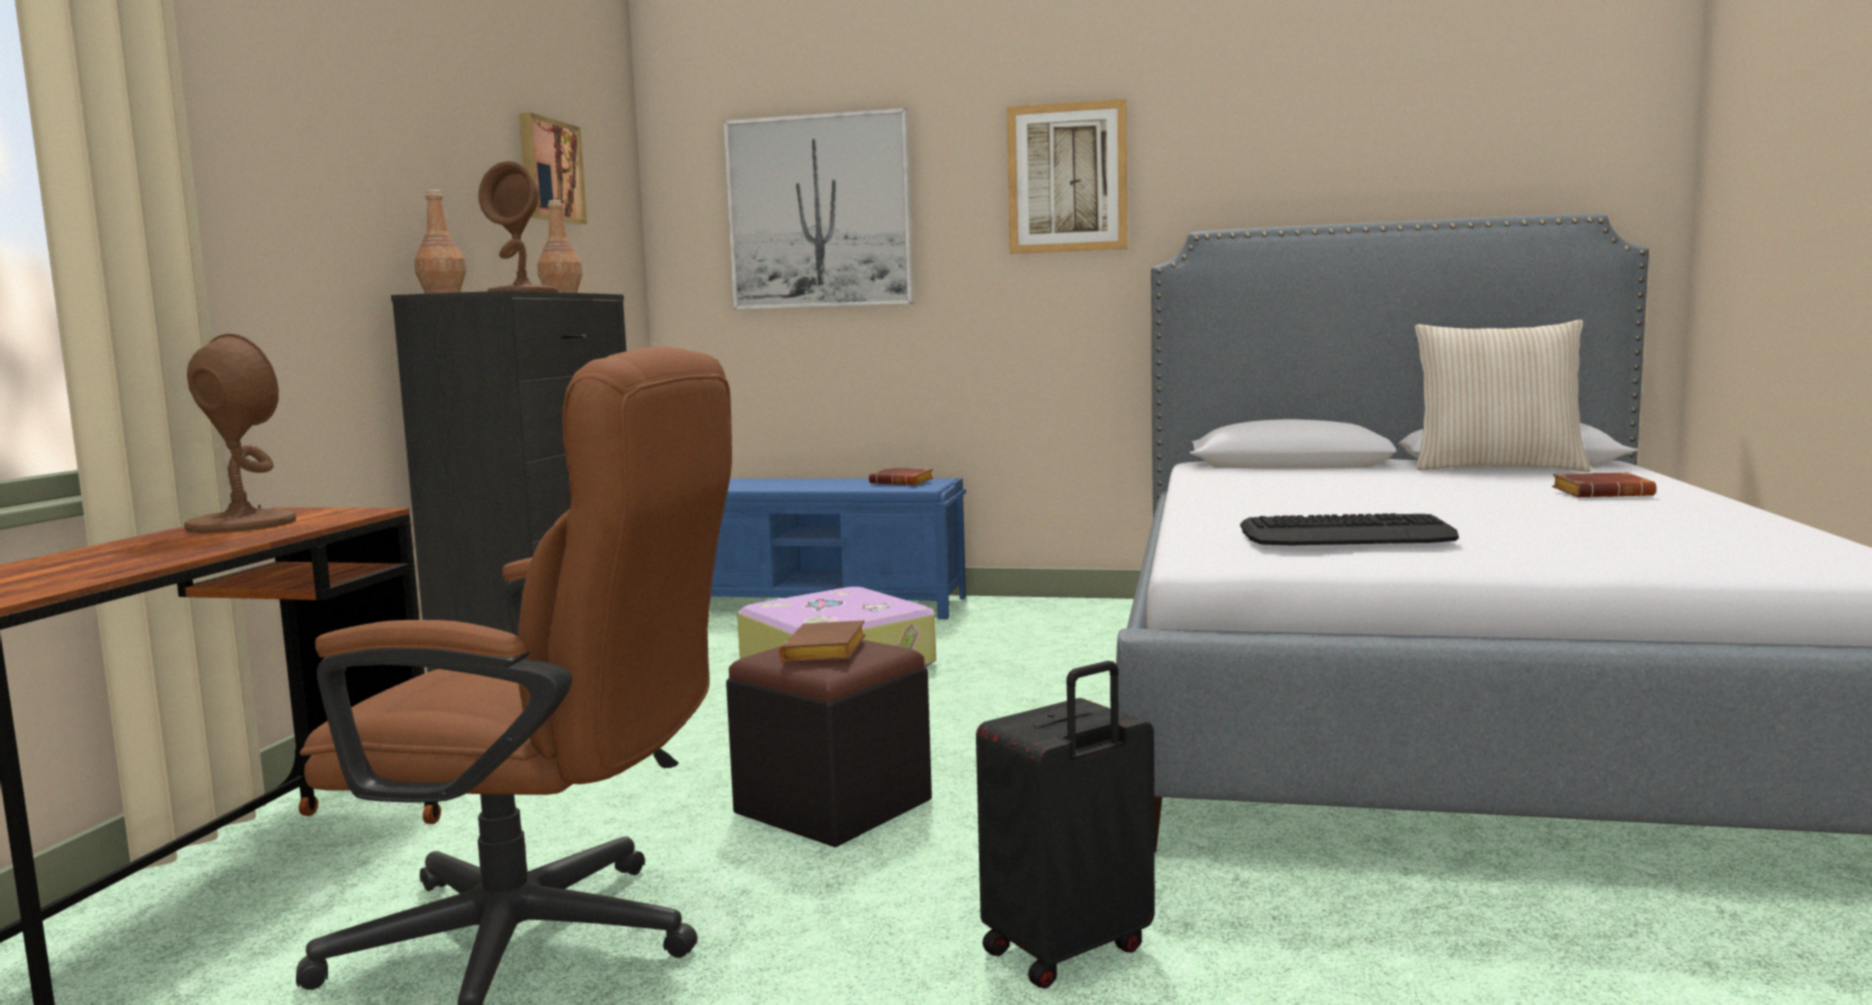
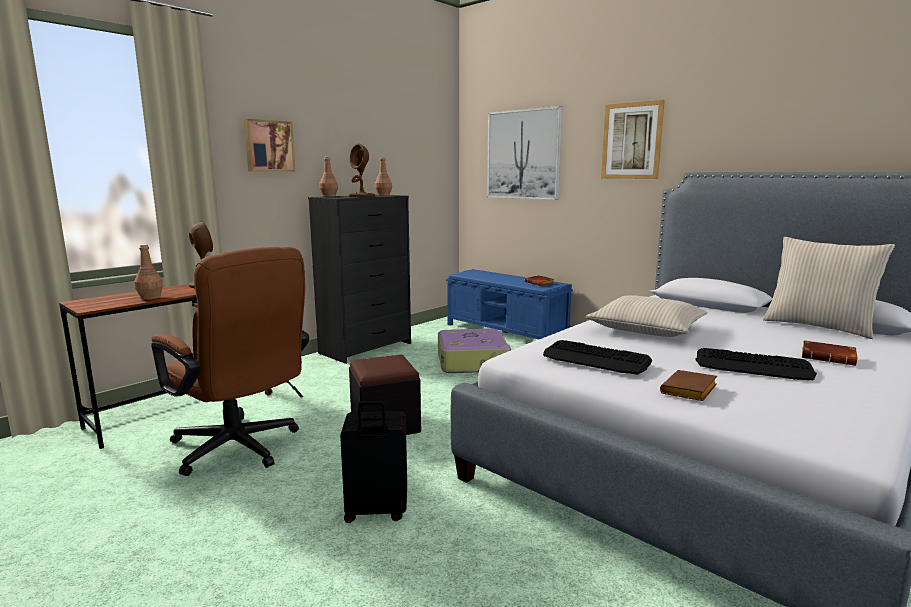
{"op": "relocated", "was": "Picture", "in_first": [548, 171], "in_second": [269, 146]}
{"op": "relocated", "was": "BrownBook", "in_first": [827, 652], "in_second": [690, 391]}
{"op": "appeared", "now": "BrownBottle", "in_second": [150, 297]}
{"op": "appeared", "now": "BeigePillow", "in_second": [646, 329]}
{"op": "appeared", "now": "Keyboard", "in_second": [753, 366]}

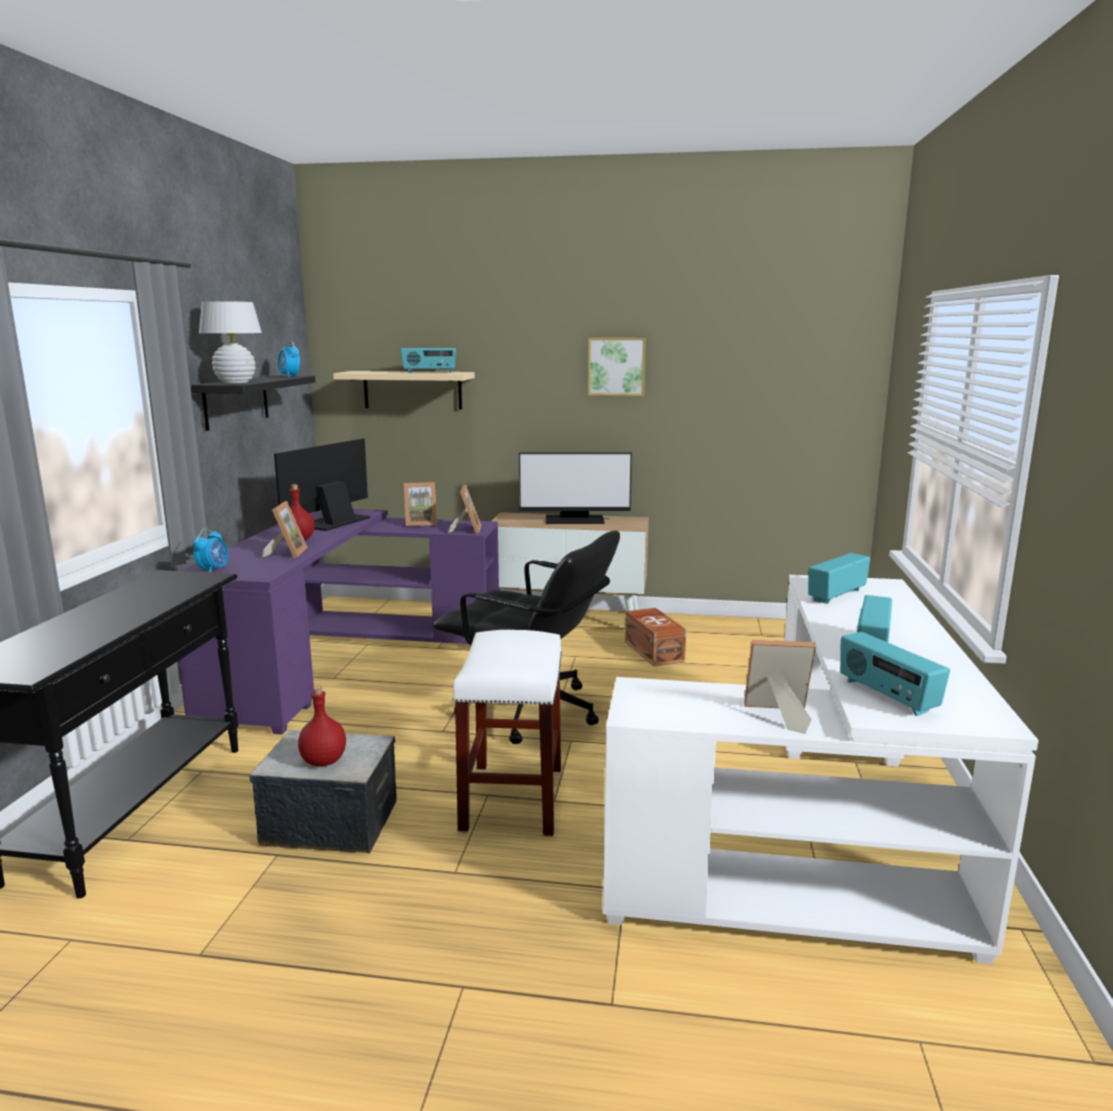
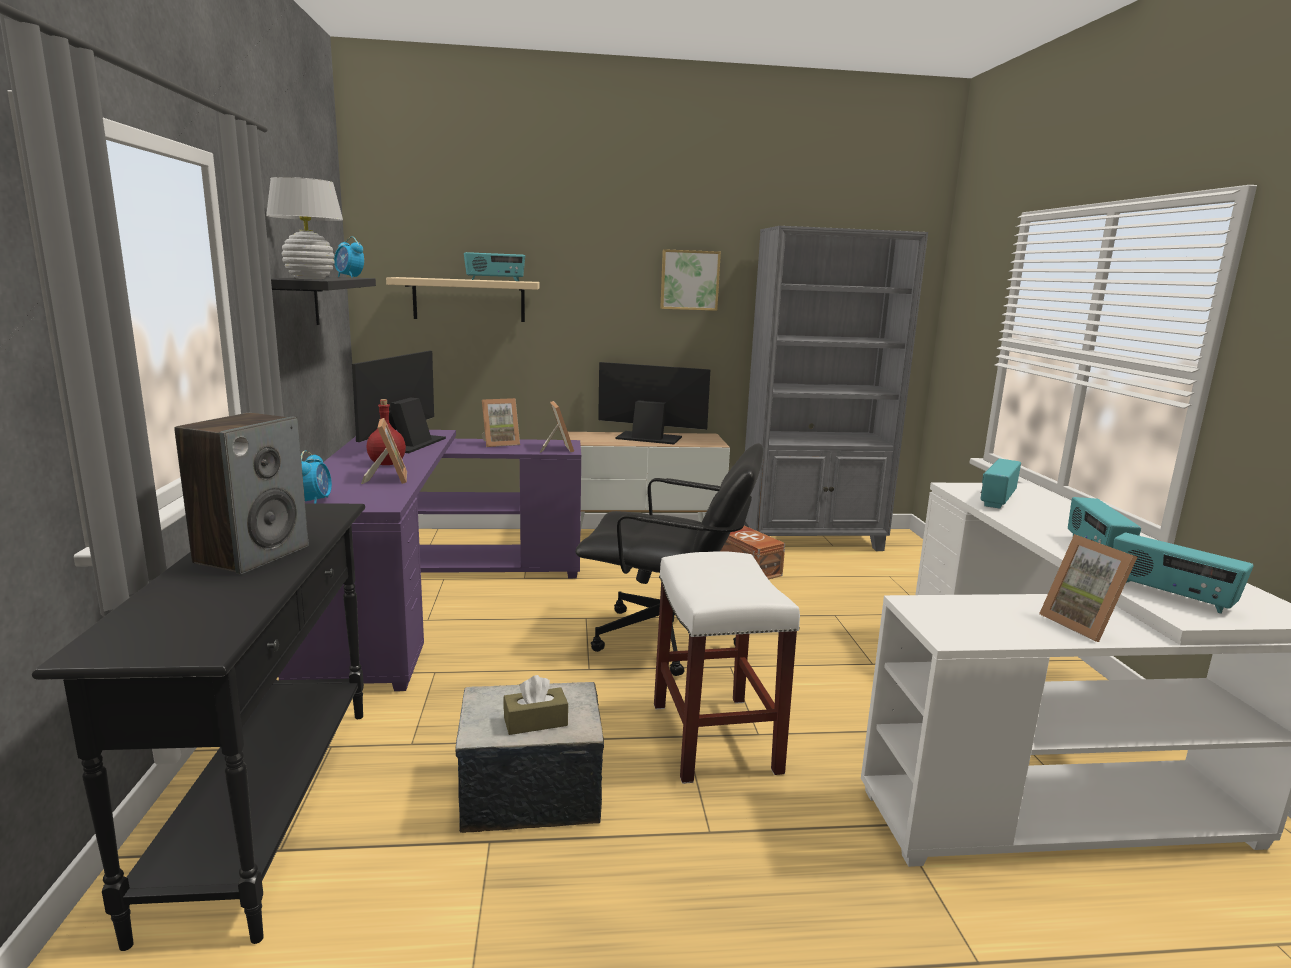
{"op": "spun", "was": "Monitor", "in_first": [574, 520], "in_second": [649, 438], "clockwise": -150}
{"op": "spun", "was": "PictureFrame", "in_first": [777, 716], "in_second": [1084, 625], "clockwise": -105}
{"op": "exchanged", "was": "RedBottle", "now": "BrownTissueBox", "in_first": [323, 762], "in_second": [535, 722]}
{"op": "appeared", "now": "GreyBookcase", "in_second": [812, 540]}
{"op": "appeared", "now": "Speaker", "in_second": [252, 554]}

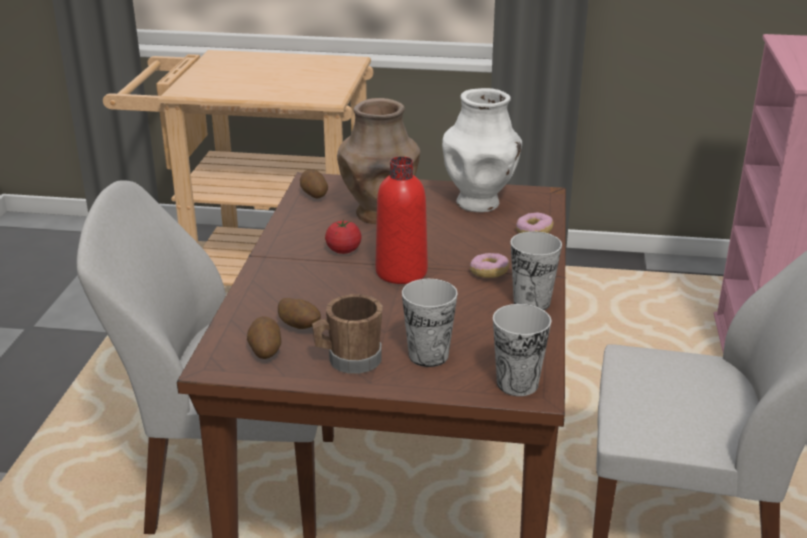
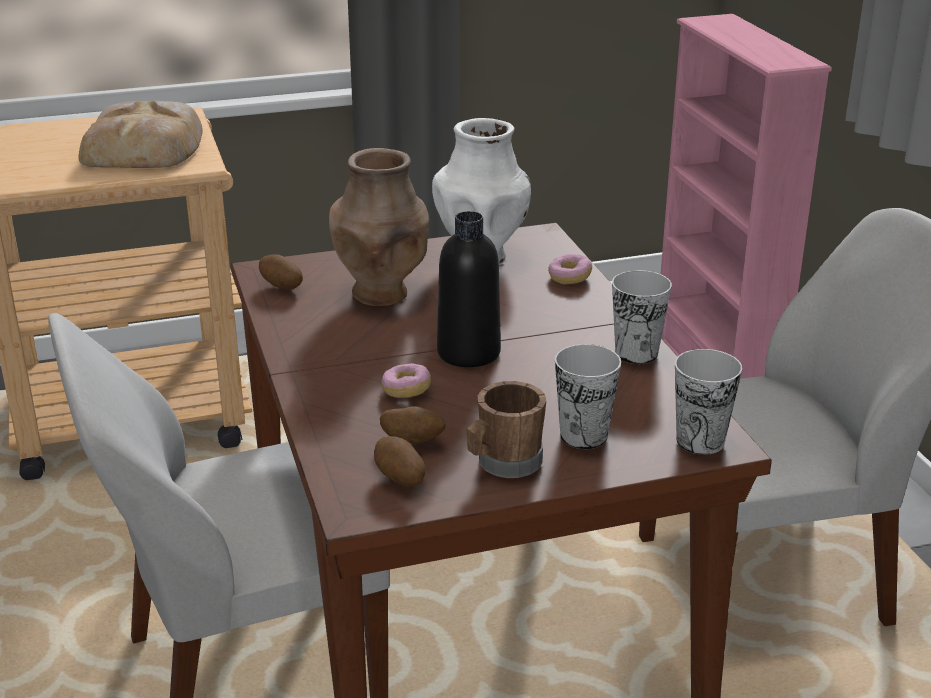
{"op": "colour", "was": "RedBottle", "now": "BlackBottle", "in_first": [401, 272], "in_second": [468, 353]}
{"op": "missing", "was": "Tomato", "in_first": [343, 250]}
{"op": "relocated", "was": "Donut", "in_first": [489, 273], "in_second": [406, 390]}
{"op": "appeared", "now": "Bread", "in_second": [145, 148]}

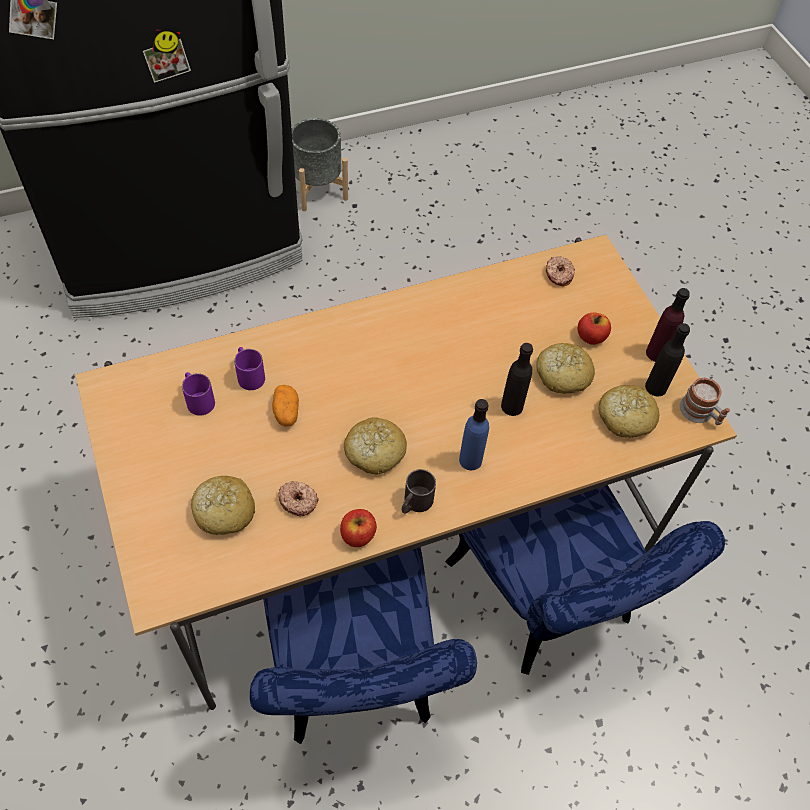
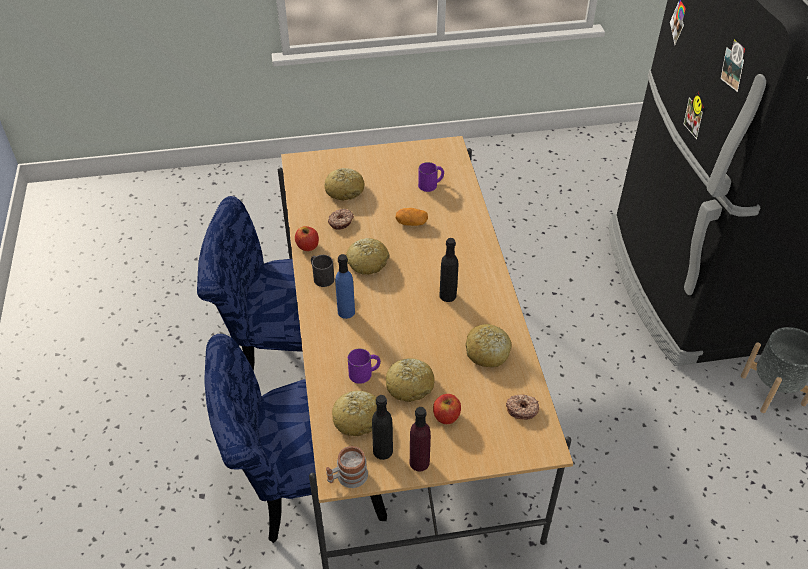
{"op": "relocated", "was": "BlackBottle", "in_first": [512, 406], "in_second": [448, 295]}
{"op": "relocated", "was": "PurpleMug", "in_first": [249, 374], "in_second": [365, 373]}
{"op": "appeared", "now": "Bread", "in_second": [487, 352]}

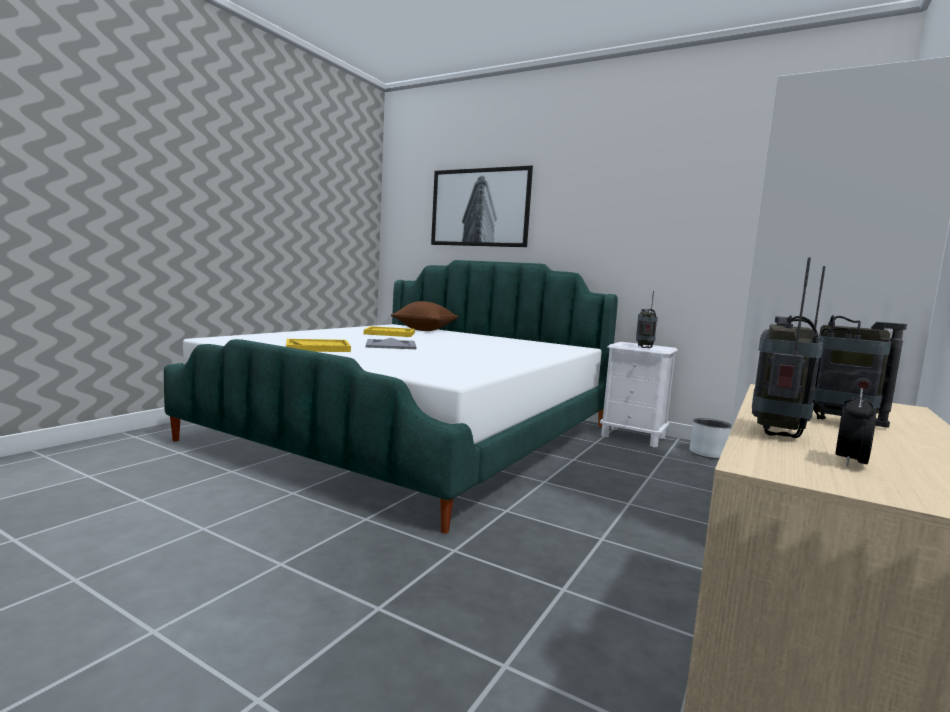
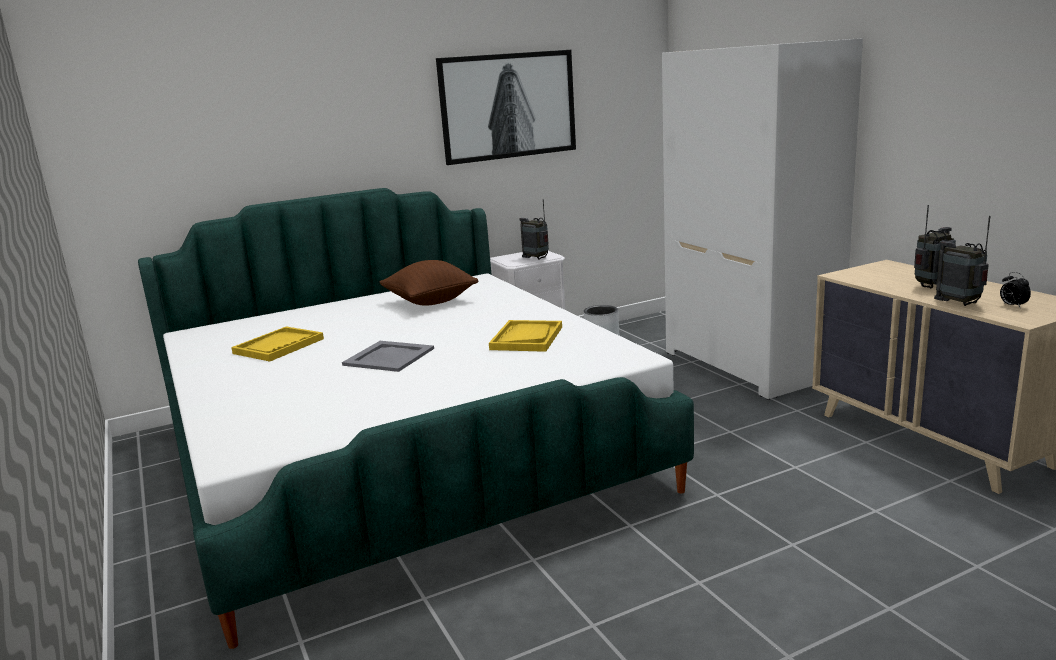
{"op": "relocated", "was": "Picture", "in_first": [479, 207], "in_second": [508, 106]}
{"op": "relocated", "was": "BrownPillow", "in_first": [424, 330], "in_second": [430, 302]}
{"op": "relocated", "was": "YellowTray", "in_first": [318, 348], "in_second": [526, 338]}

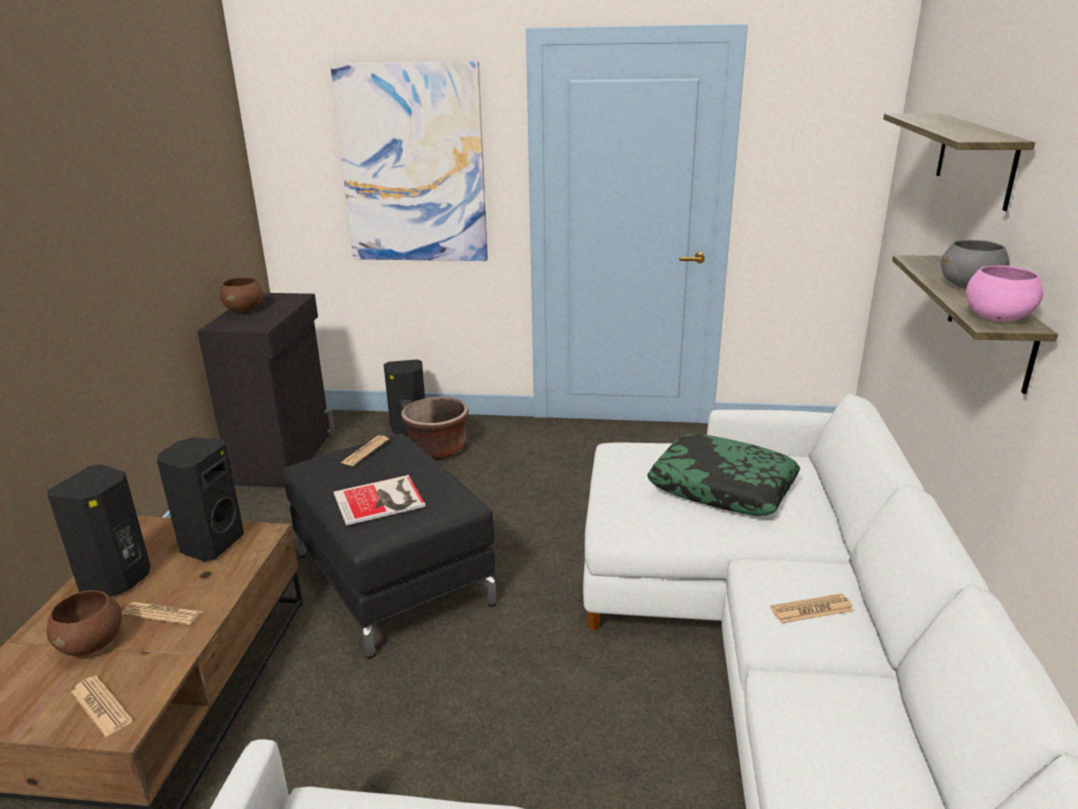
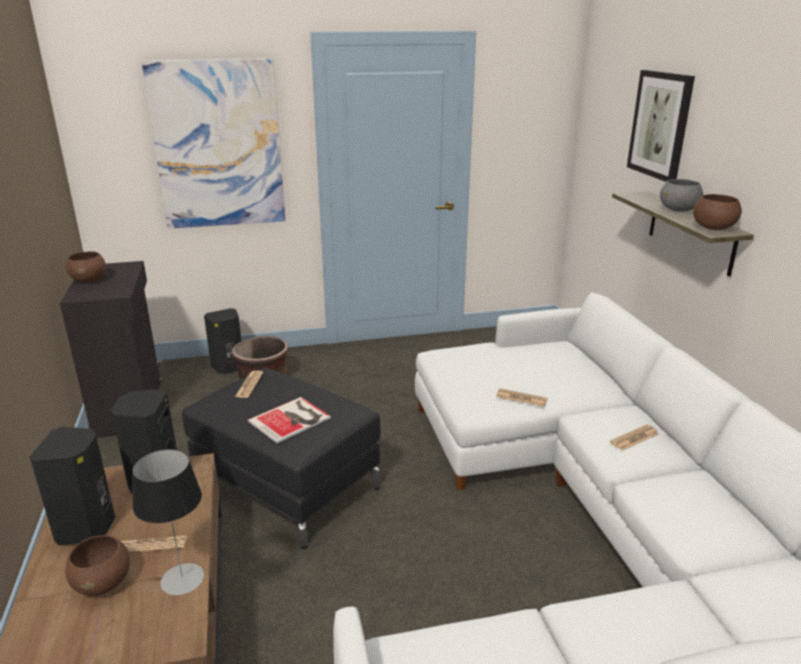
{"op": "exchanged", "was": "Shelf", "now": "Picture", "in_first": [975, 159], "in_second": [660, 125]}
{"op": "colour", "was": "PinkBowl", "now": "BrownBowl", "in_first": [996, 318], "in_second": [713, 228]}
{"op": "missing", "was": "Pillow", "in_first": [722, 487]}
{"op": "relocated", "was": "Newspaper", "in_first": [101, 706], "in_second": [521, 398]}
{"op": "appeared", "now": "TableLamp", "in_second": [182, 579]}

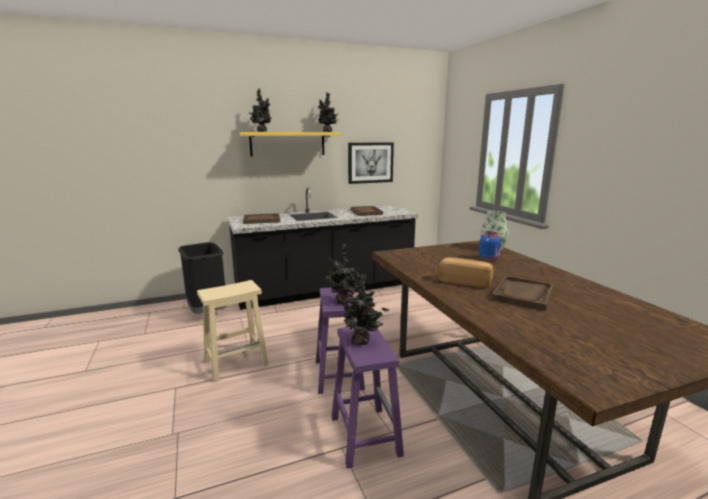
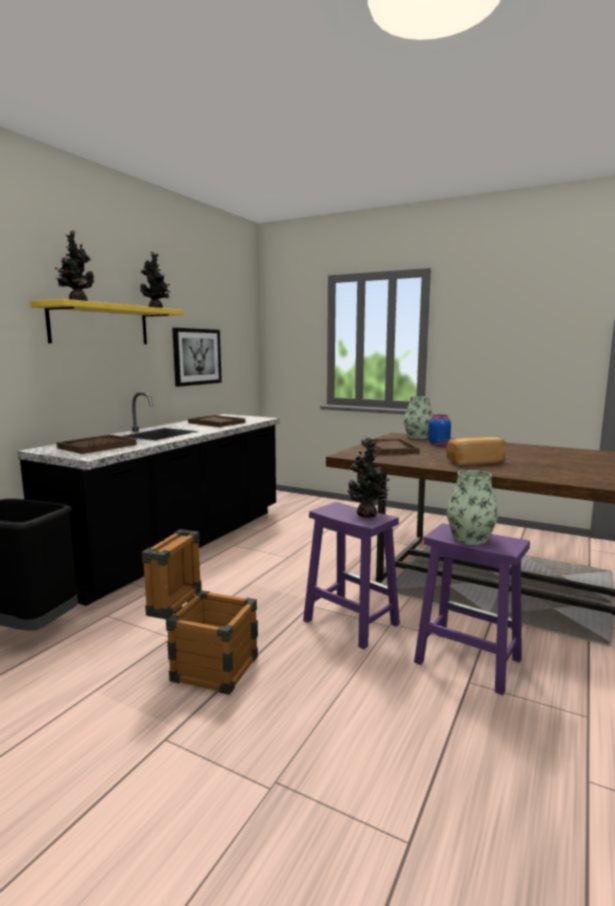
{"op": "exchanged", "was": "PottedPlant", "now": "Vase", "in_first": [362, 341], "in_second": [470, 538]}
{"op": "relocated", "was": "BrownTray", "in_first": [523, 294], "in_second": [389, 449]}
{"op": "exchanged", "was": "BeigeStool", "now": "Crate", "in_first": [237, 362], "in_second": [205, 666]}

